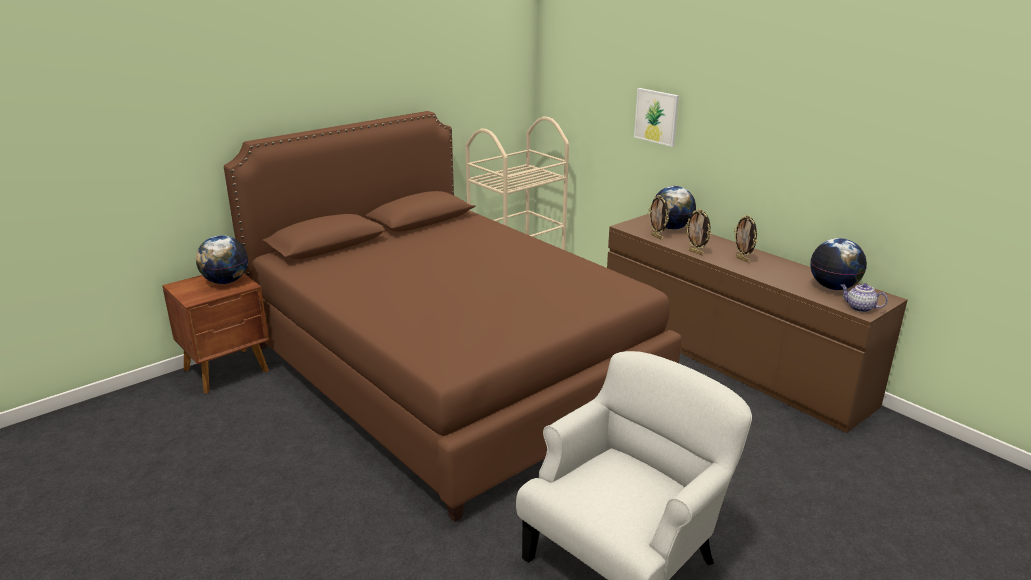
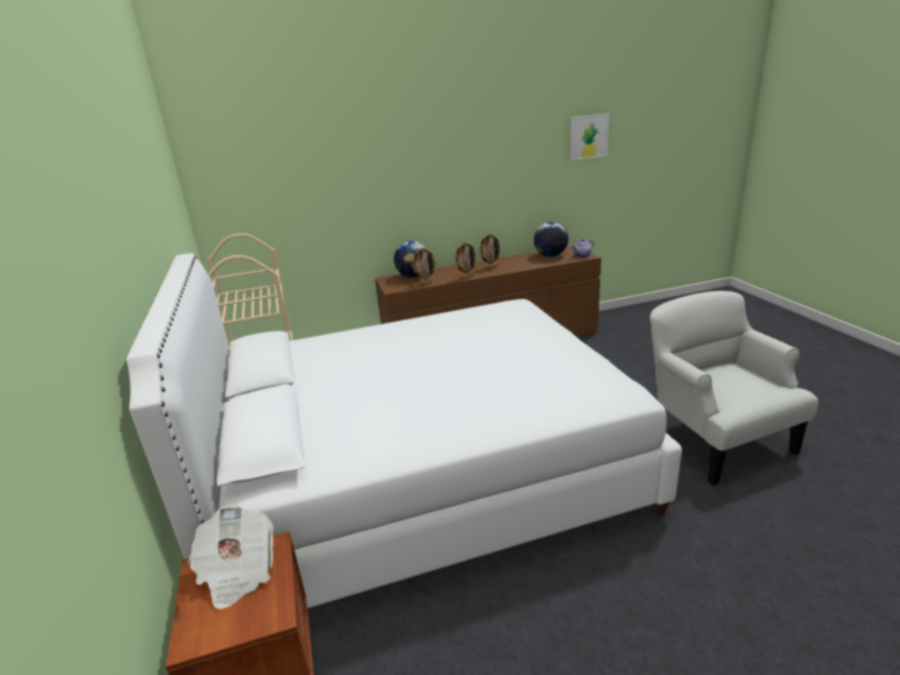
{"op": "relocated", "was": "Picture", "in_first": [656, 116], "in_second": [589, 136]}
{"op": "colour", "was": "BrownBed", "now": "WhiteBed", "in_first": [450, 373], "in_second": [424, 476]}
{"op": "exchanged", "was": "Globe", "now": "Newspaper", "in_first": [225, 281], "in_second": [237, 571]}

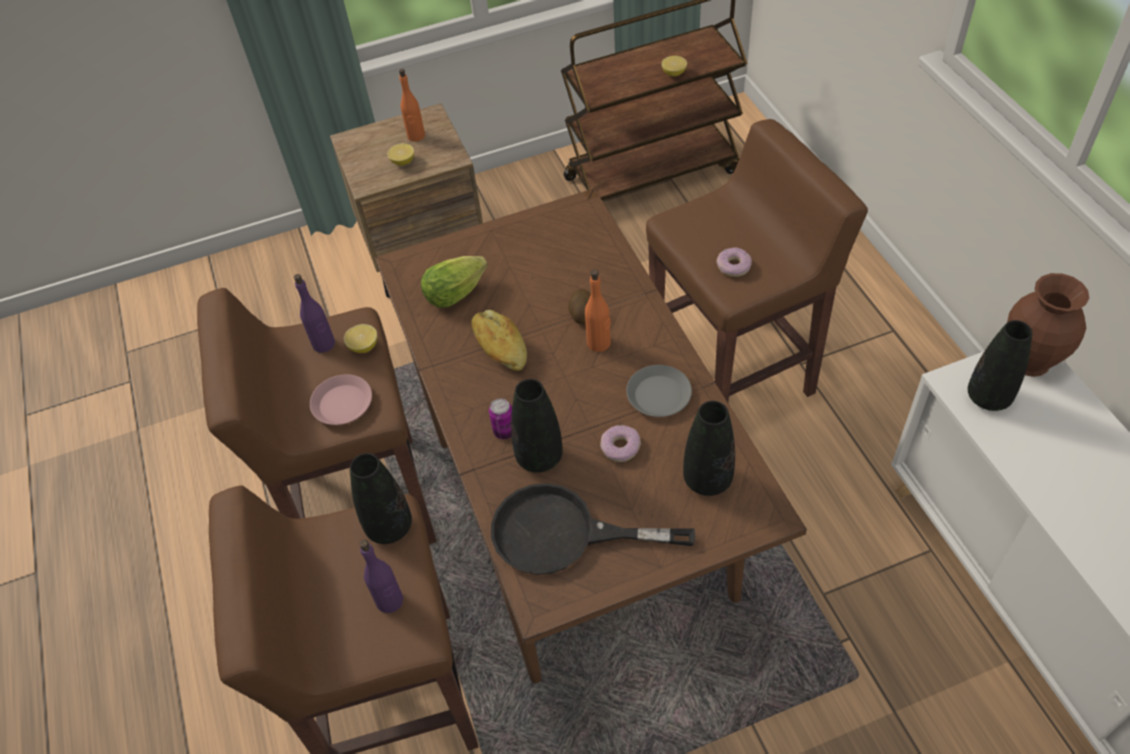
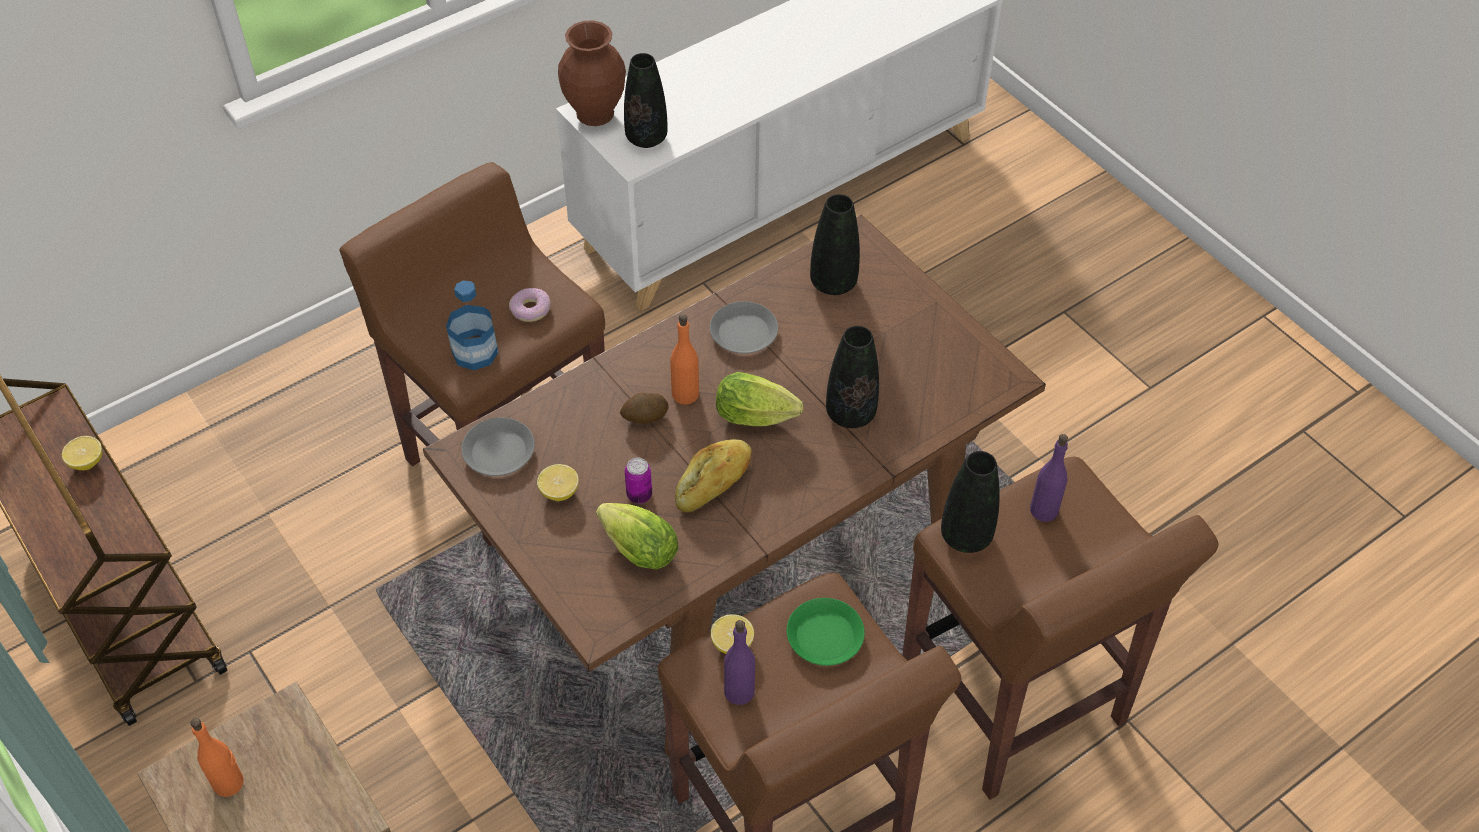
{"op": "relocated", "was": "Lemon", "in_first": [403, 162], "in_second": [559, 492]}
{"op": "colour", "was": "PinkPlate", "now": "GreenPlate", "in_first": [343, 403], "in_second": [824, 636]}
{"op": "relocated", "was": "Can", "in_first": [504, 431], "in_second": [639, 495]}
{"op": "missing", "was": "Donut", "in_first": [620, 447]}
{"op": "missing", "was": "BlackFryingPan", "in_first": [563, 534]}
{"op": "appeared", "now": "Bottle", "in_second": [475, 352]}
{"op": "appeared", "now": "Lettuce", "in_second": [759, 417]}
{"op": "appeared", "now": "GreyPlate", "in_second": [499, 451]}

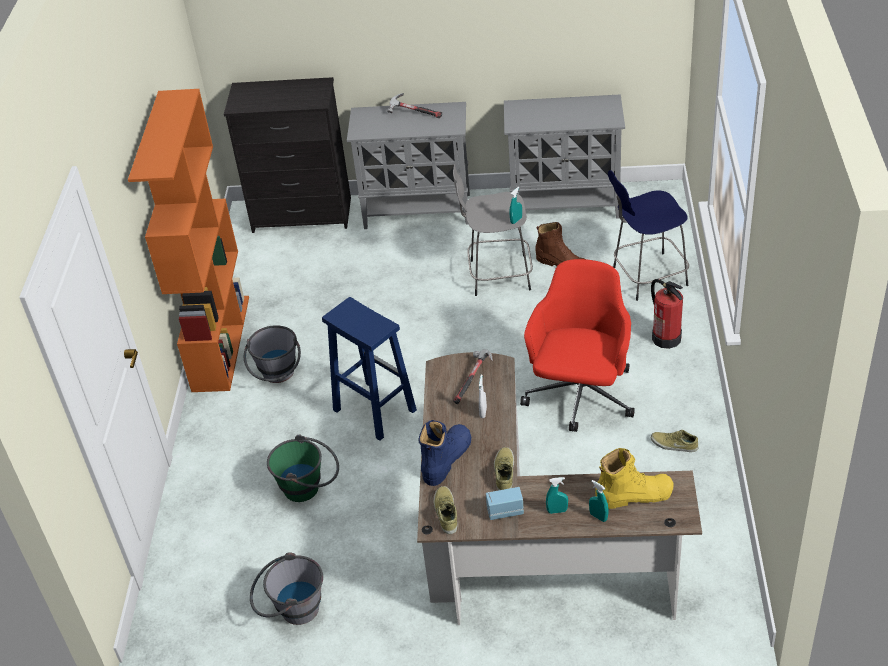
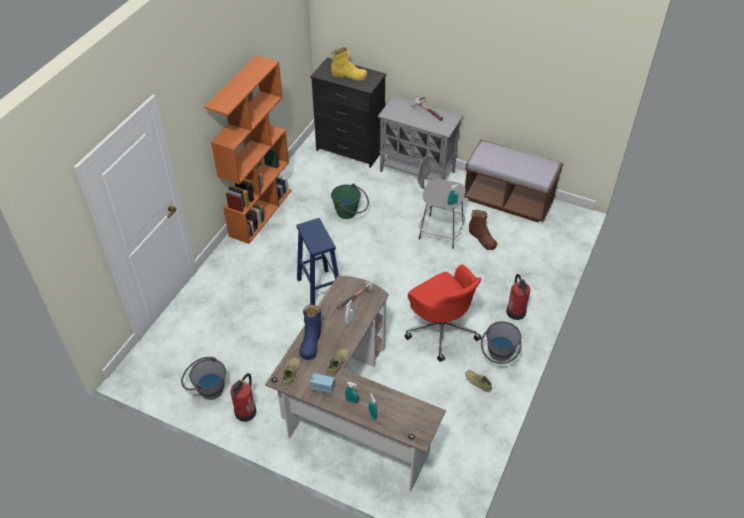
{"op": "exchanged", "was": "GreyCabinet", "now": "BrownBench", "in_first": [566, 205], "in_second": [508, 200]}
{"op": "missing", "was": "BlueStool", "in_first": [647, 277]}
{"op": "spun", "was": "RedOfficeChair", "in_first": [580, 397], "in_second": [441, 328], "clockwise": 105}
{"op": "relocated", "was": "GreyBucket", "in_first": [278, 377], "in_second": [499, 356]}
{"op": "spun", "was": "BlueBoot", "in_first": [446, 459], "in_second": [311, 341], "clockwise": 135}
{"op": "relocated", "was": "GreenBucket", "in_first": [309, 488], "in_second": [350, 213]}
{"op": "relocated", "was": "YellowBoot", "in_first": [634, 495], "in_second": [349, 75]}
{"op": "appeared", "now": "FireExtinguisher", "in_second": [246, 411]}

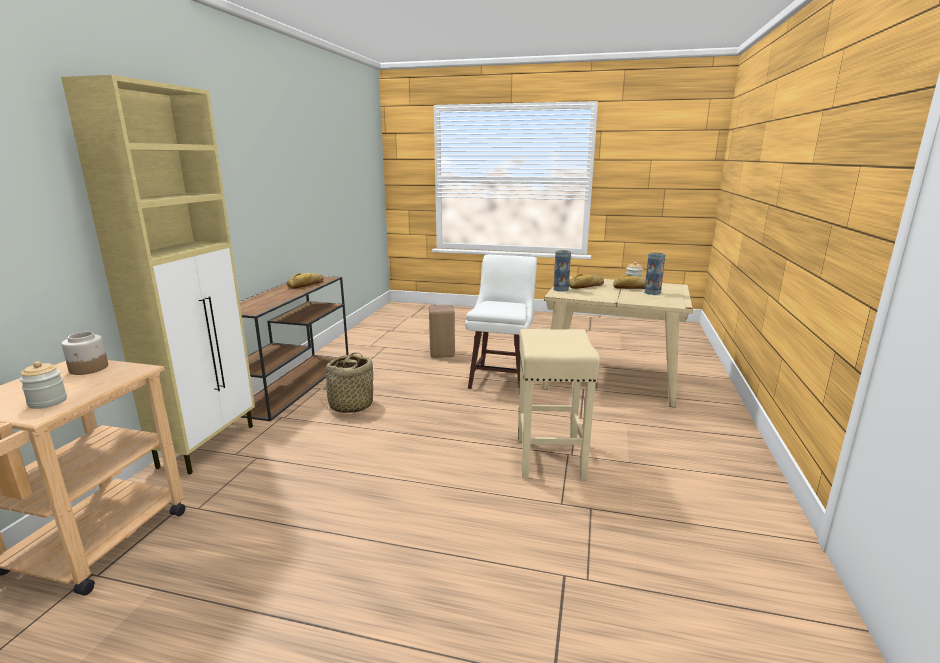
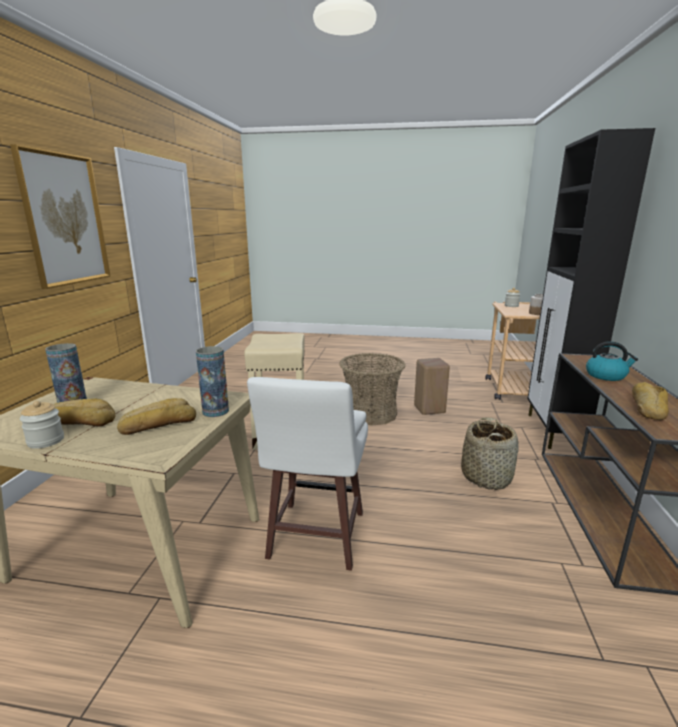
{"op": "colour", "was": "BeigeCabinet", "now": "BlackCabinet", "in_first": [209, 445], "in_second": [553, 432]}
{"op": "relocated", "was": "BeigeStool", "in_first": [443, 354], "in_second": [428, 409]}
{"op": "appeared", "now": "Picture", "in_second": [64, 219]}
{"op": "appeared", "now": "Kettle", "in_second": [606, 376]}
{"op": "appeared", "now": "Basket", "in_second": [371, 413]}

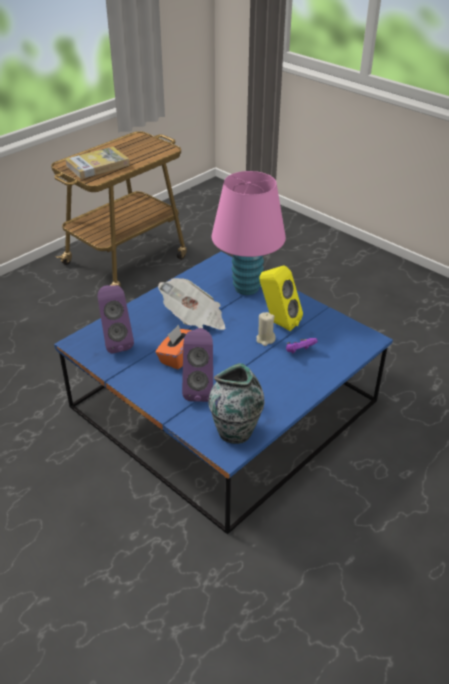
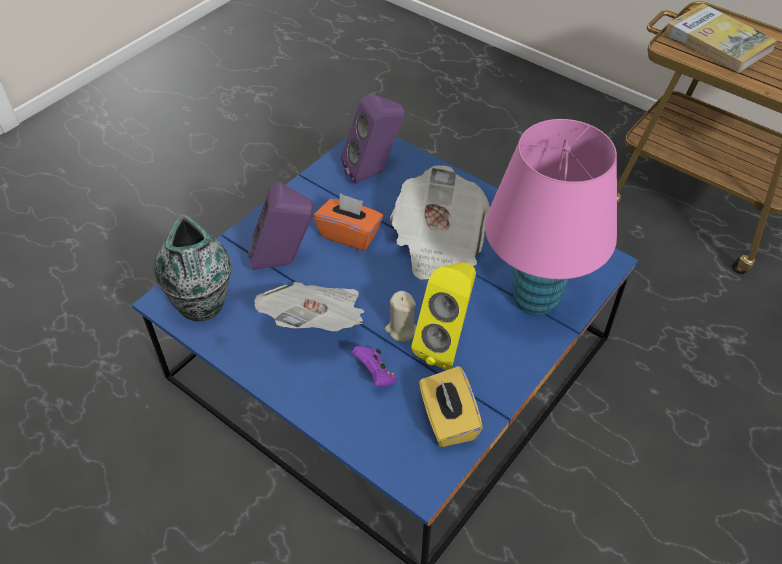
{"op": "appeared", "now": "Newspaper", "in_second": [317, 323]}
{"op": "appeared", "now": "YellowTissueBox", "in_second": [447, 420]}

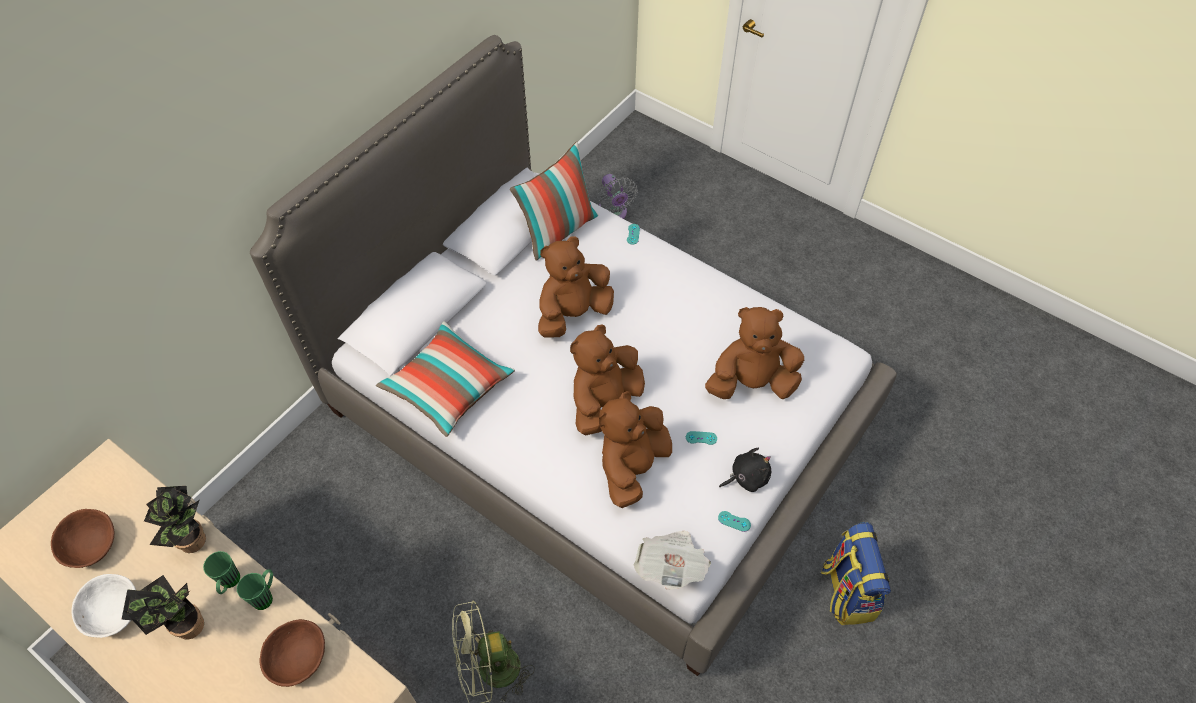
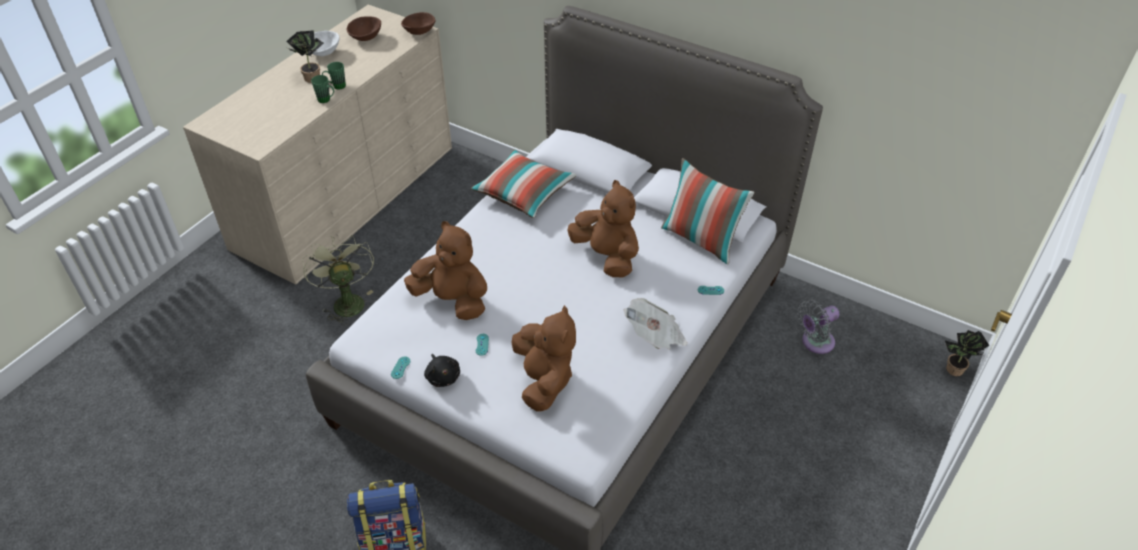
{"op": "missing", "was": "BrownPlushToy", "in_first": [604, 401]}
{"op": "relocated", "was": "PottedPlant", "in_first": [196, 542], "in_second": [954, 371]}
{"op": "relocated", "was": "Newspaper", "in_first": [671, 565], "in_second": [655, 336]}
{"op": "relocated", "was": "BrownBowl", "in_first": [299, 659], "in_second": [419, 32]}

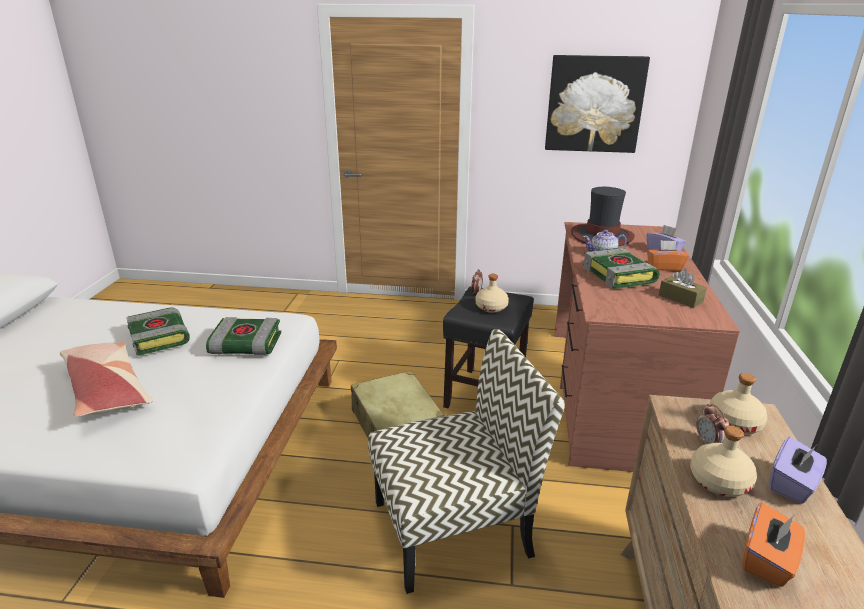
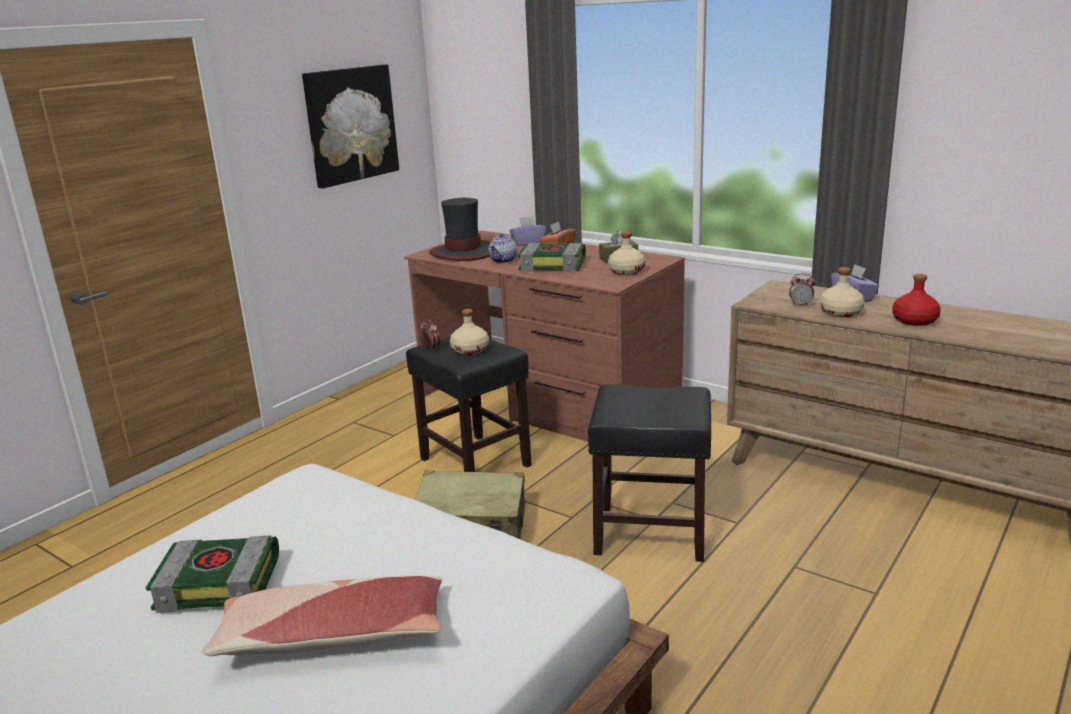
{"op": "missing", "was": "Book", "in_first": [245, 345]}
{"op": "exchanged", "was": "Chair", "now": "BlackStool", "in_first": [454, 526], "in_second": [652, 533]}
{"op": "relocated", "was": "BeigeBottle", "in_first": [733, 423], "in_second": [626, 271]}
{"op": "exchanged", "was": "OrangeTissueBox", "now": "RedBottle", "in_first": [767, 560], "in_second": [914, 320]}

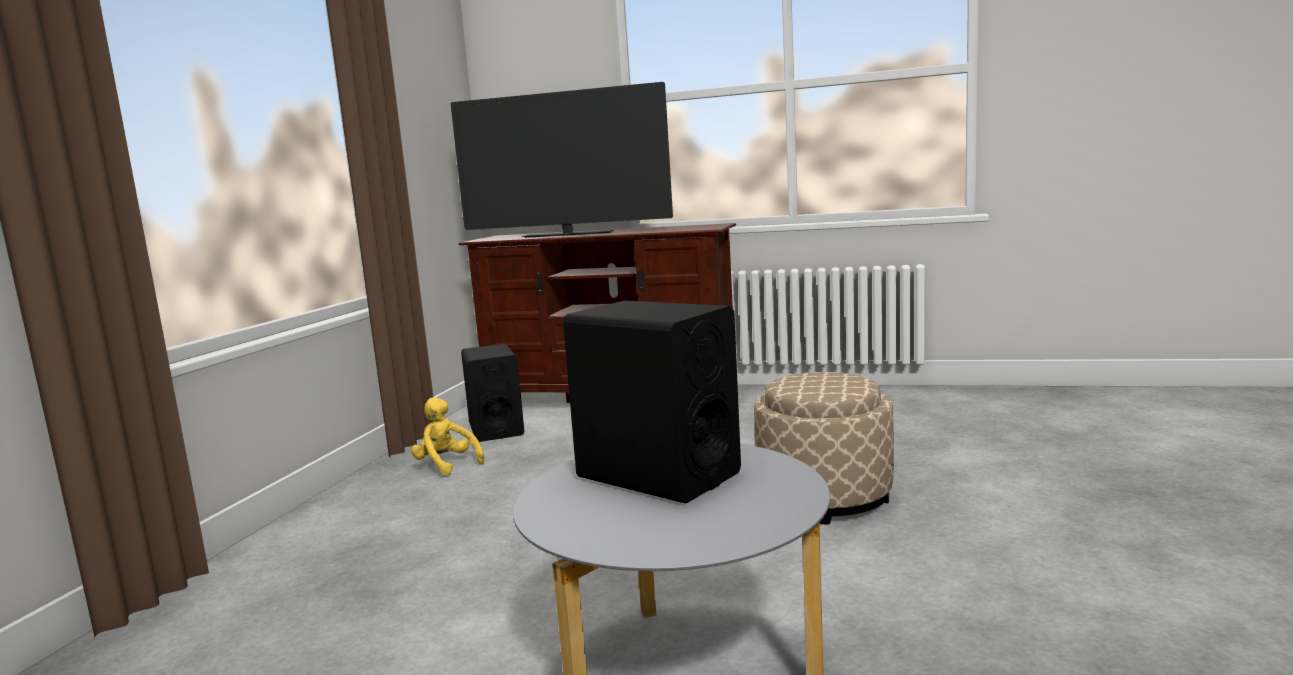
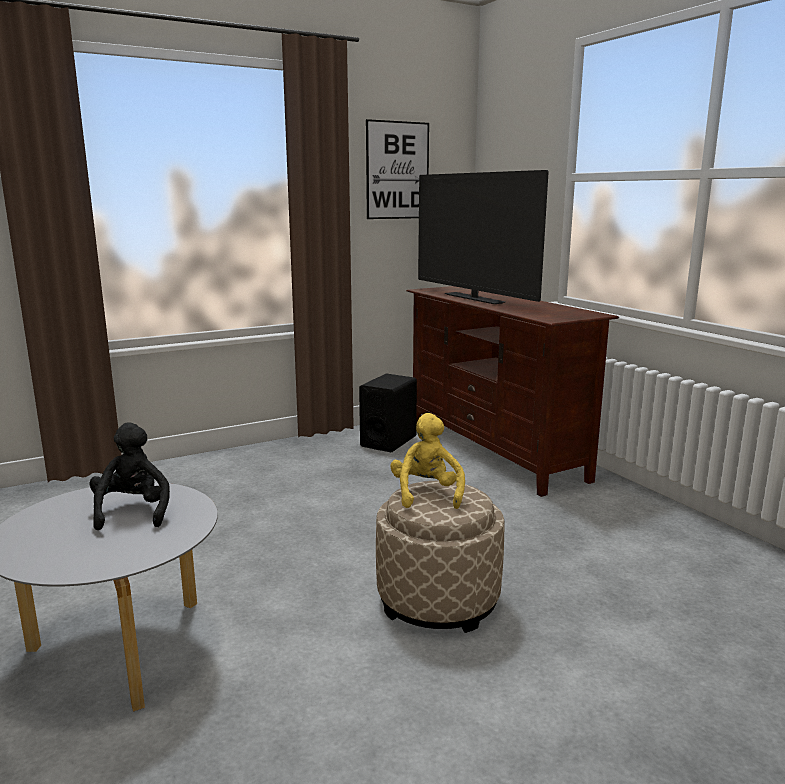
{"op": "exchanged", "was": "BlackSpeaker", "now": "BlackPlushToy", "in_first": [657, 475], "in_second": [133, 512]}
{"op": "relocated", "was": "YellowPlushToy", "in_first": [446, 465], "in_second": [426, 494]}
{"op": "appeared", "now": "Picture", "in_second": [397, 170]}

